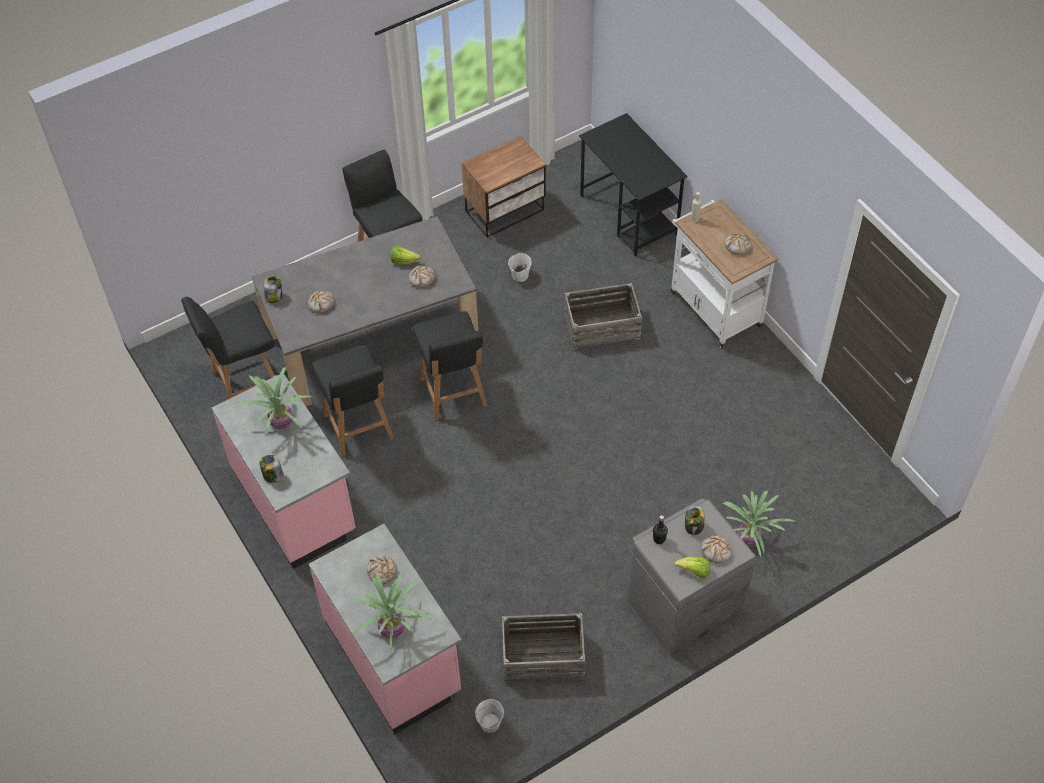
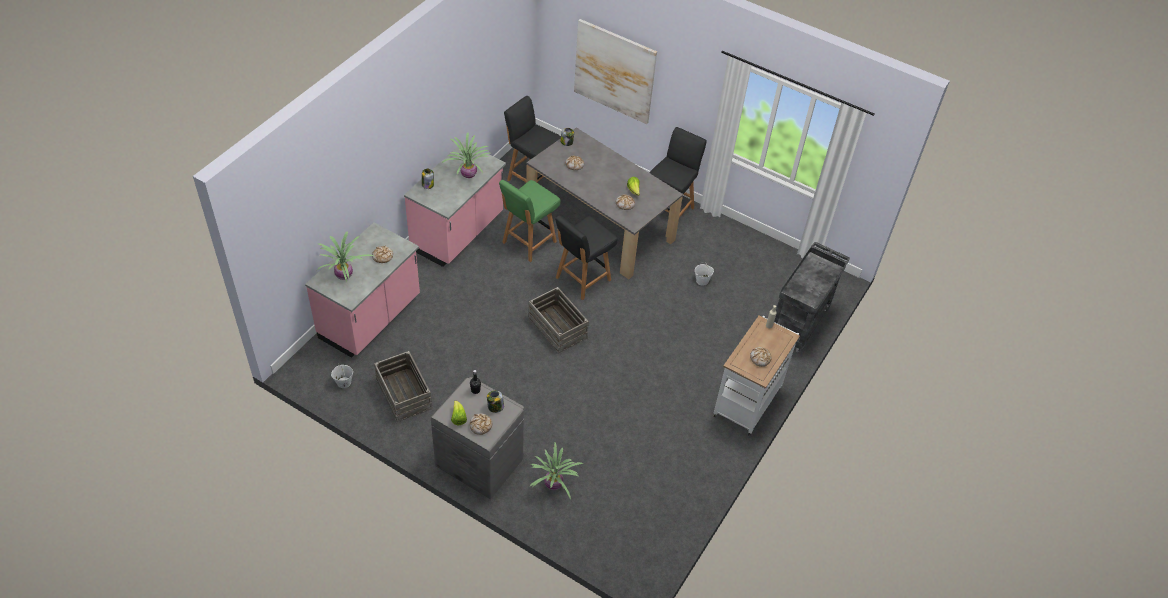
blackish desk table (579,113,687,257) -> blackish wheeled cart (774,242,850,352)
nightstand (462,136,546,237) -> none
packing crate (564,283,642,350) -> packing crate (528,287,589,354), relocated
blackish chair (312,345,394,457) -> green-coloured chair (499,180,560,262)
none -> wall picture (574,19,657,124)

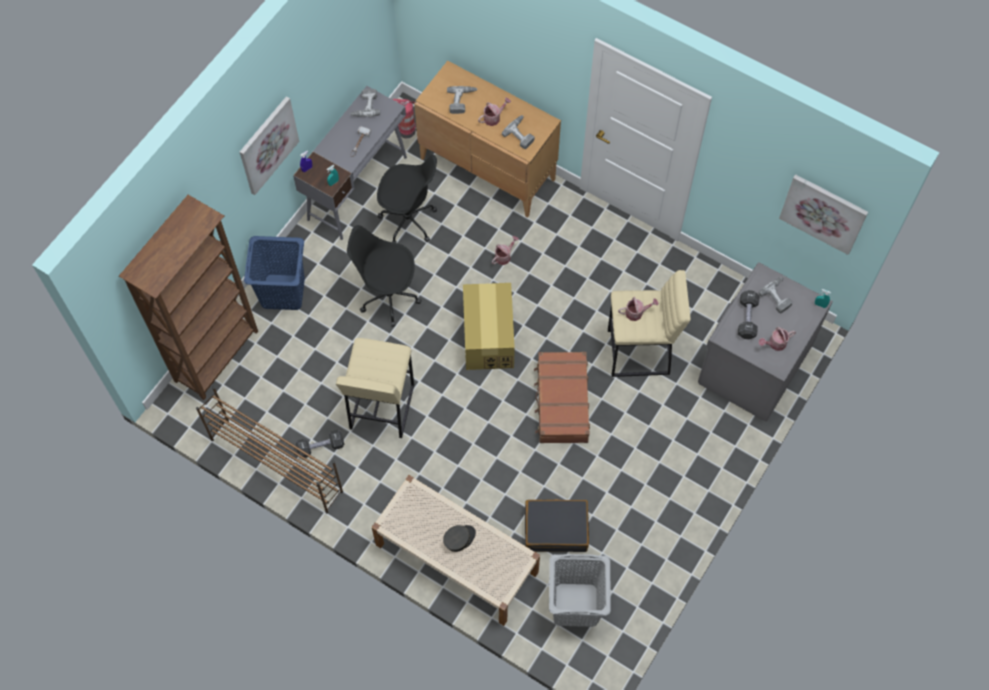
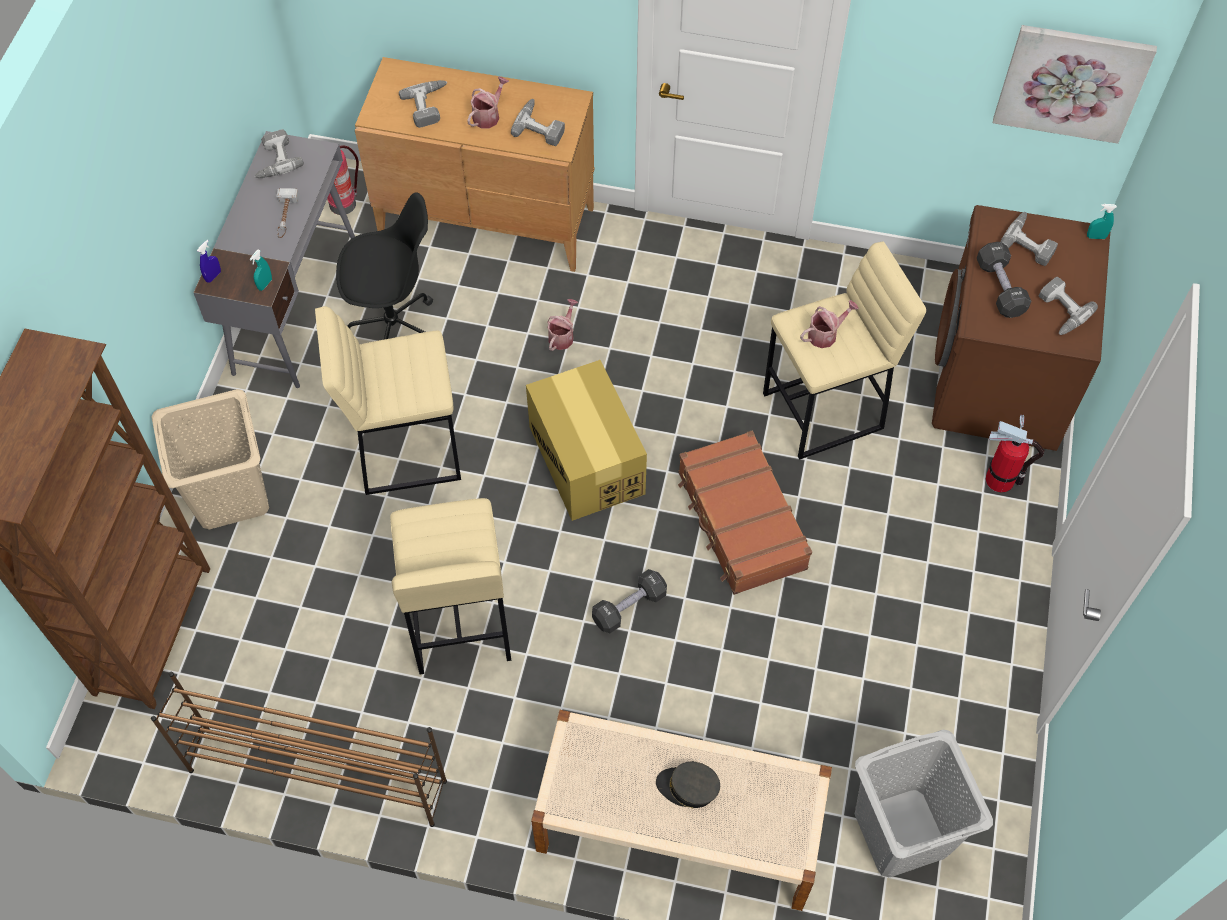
wall picture (240,96,299,195) -> none
blackish computer chair (347,225,422,327) -> sand-coloured stool seat (315,306,461,495)
blue-coloured hamper (244,236,305,310) -> sand-coloured hamper (152,389,269,530)
grey washing machine (698,262,833,422) -> brownish washing machine (932,205,1110,451)
watering pot (759,327,796,351) -> electric drill (1039,277,1098,335)
blackish dumbbell (296,430,344,458) -> blackish dumbbell (592,569,667,633), relocated
blackish suitcase (525,499,589,552) -> none
grey cap (443,525,476,552) -> grey cap (656,762,720,809), 105 degrees counterclockwise
none -> fire-fighting cylinder (986,415,1044,493)

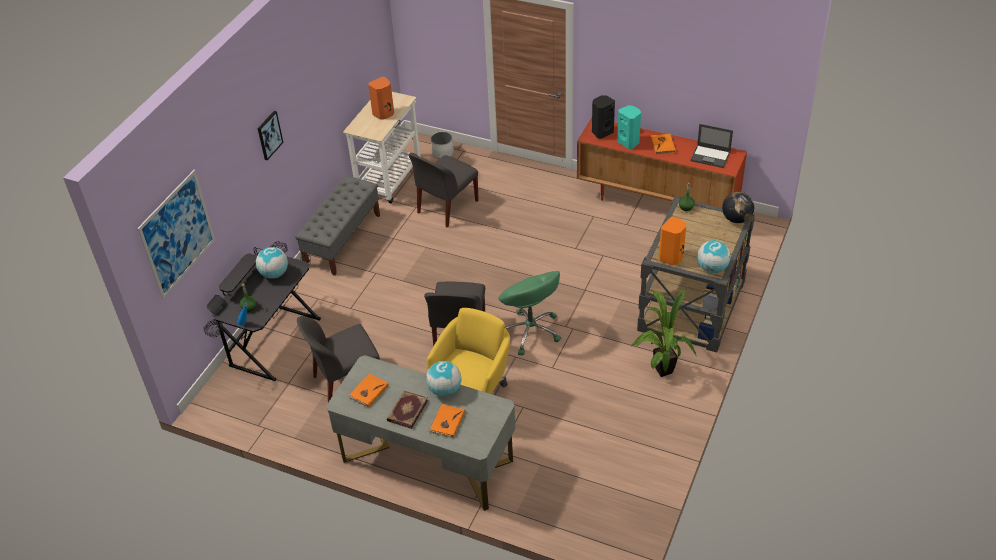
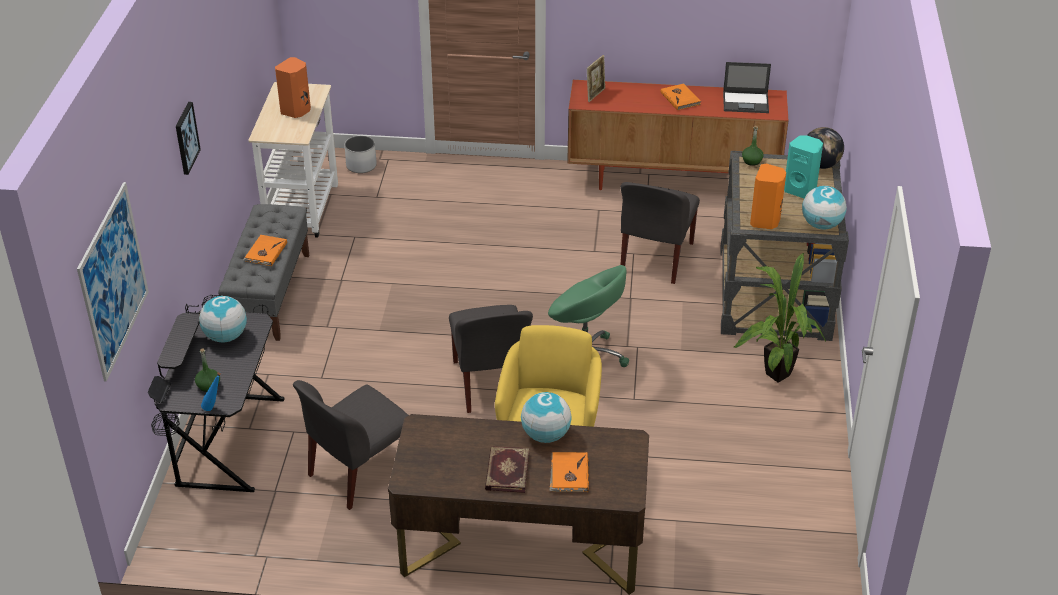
blackish audio speaker (592,95,615,139) -> photo frame (587,55,605,102)
turquoise audio speaker (617,105,641,149) -> turquoise audio speaker (784,135,823,198), relocated
grey chair (409,153,479,228) -> grey chair (620,182,700,284), relocated
grey desk table (326,355,515,511) -> brownish desk table (388,414,649,595)
orange-coloured volume (348,373,389,407) -> orange-coloured volume (243,235,287,266), relocated

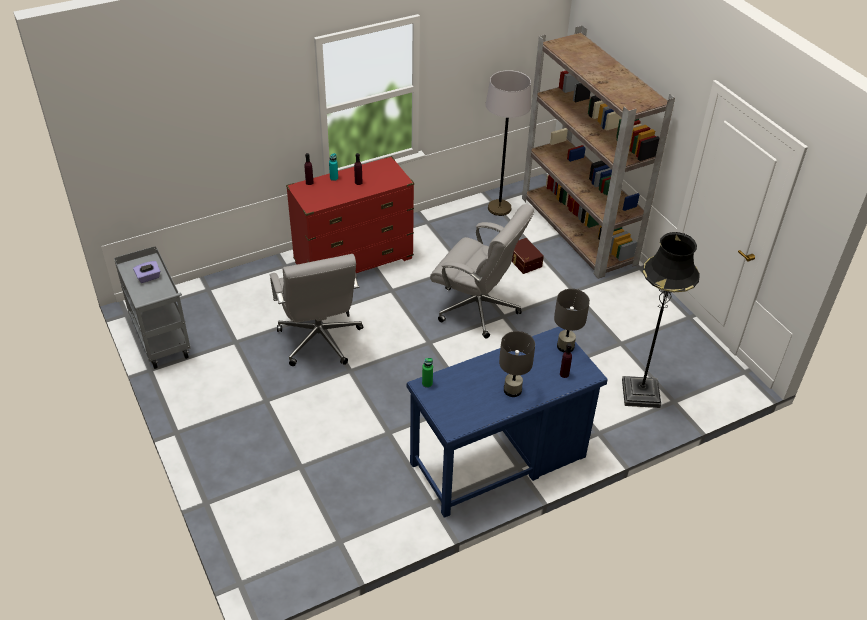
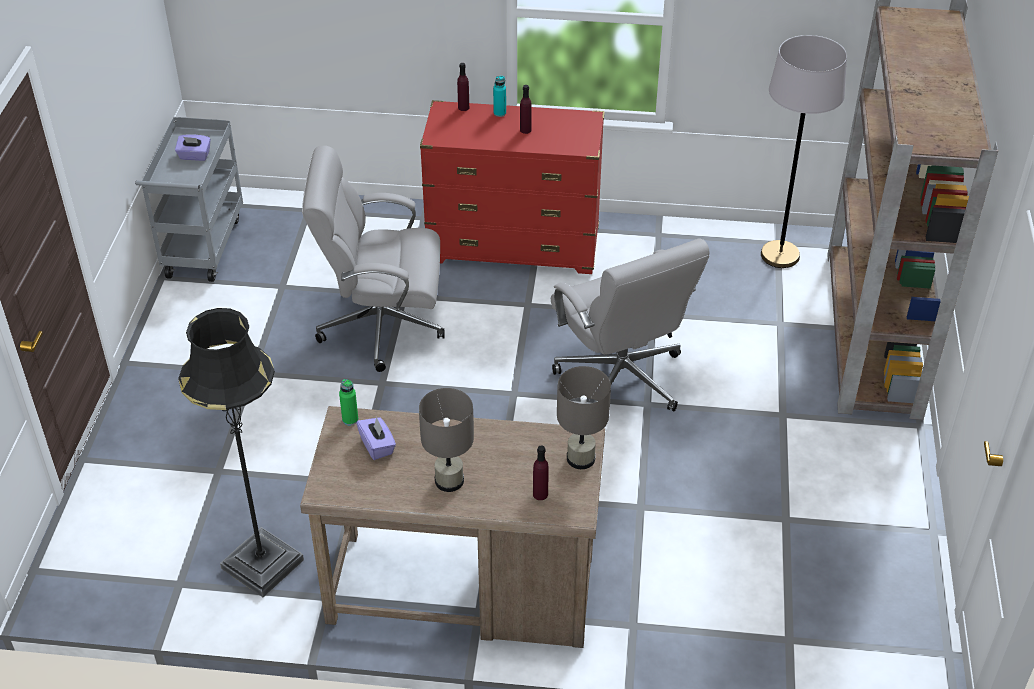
blackish standard lamp (622,232,700,408) -> blackish standard lamp (178,308,304,597), relocated
brownish storage bin (512,238,544,274) -> none
grey computer chair (269,254,363,366) -> grey computer chair (302,145,445,372), 75 degrees clockwise
blue-coloured desk table (407,327,608,518) -> brownish desk table (300,406,605,648)
none -> purple-coloured tissue box (356,417,396,460)

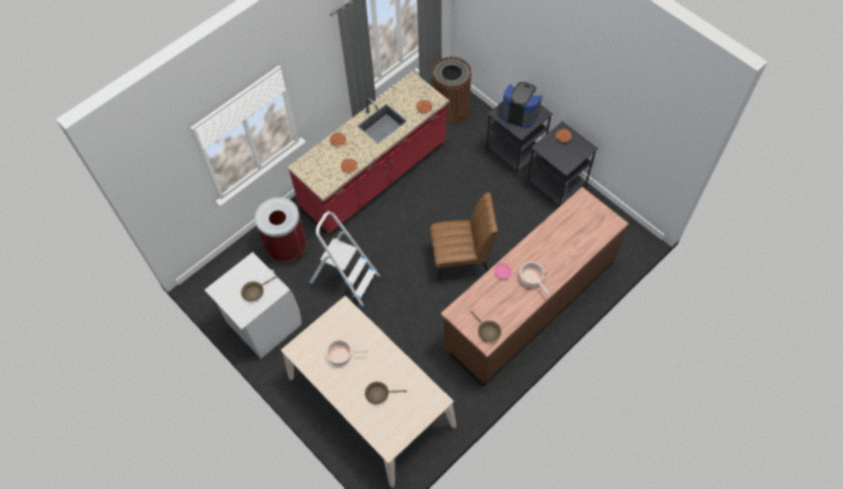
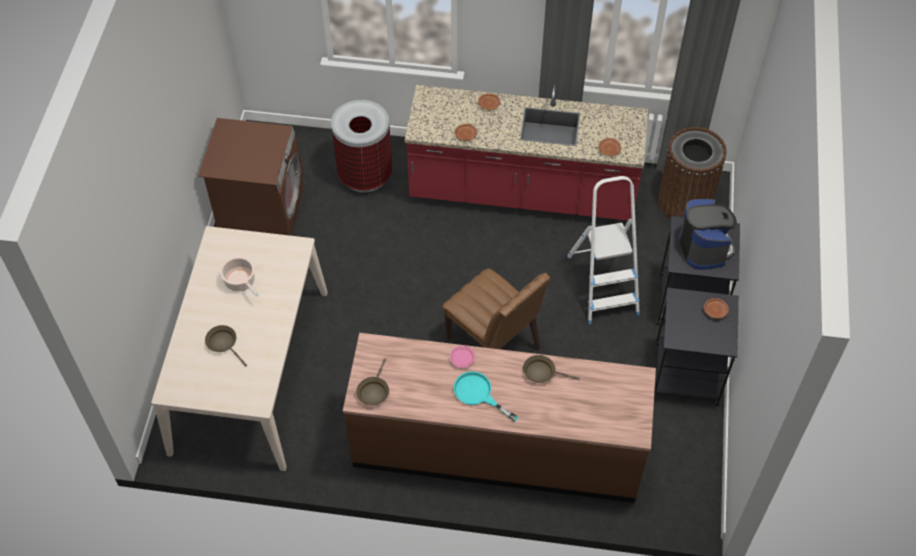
whitish step ladder (309,212,381,307) -> whitish step ladder (567,176,640,324), relocated
whitish washing machine (205,252,302,359) -> brownish washing machine (198,118,303,236)
stockpot (520,262,550,295) -> turquoise skillet (453,371,519,422)
brownish skillet (241,276,276,302) -> brownish skillet (523,355,580,383), relocated

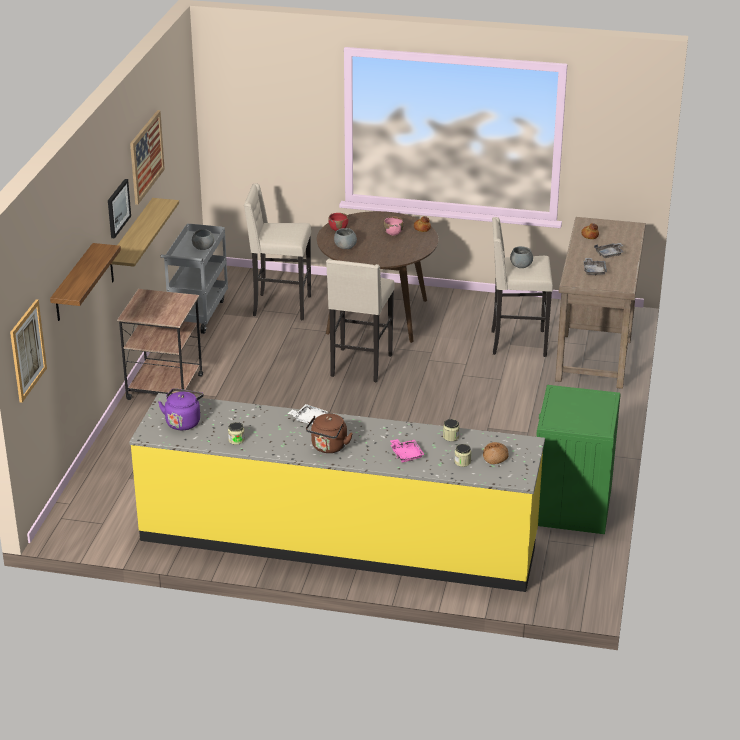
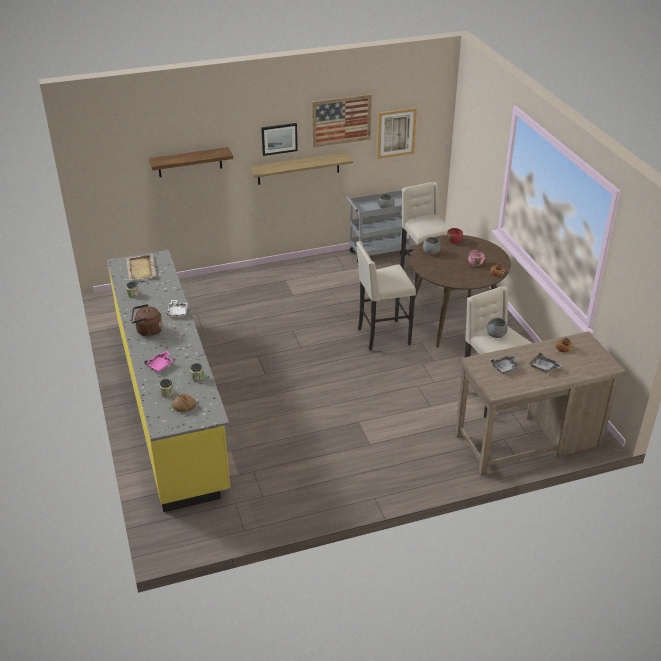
brownish wheeled cart (117,289,203,400) -> none
wall picture (10,300,47,403) -> wall picture (377,108,417,159), relocated
green-coloured washing machine (536,385,621,534) -> none
purple-coloured water kettle (158,388,204,430) -> sand-coloured serving tray (126,254,156,280)

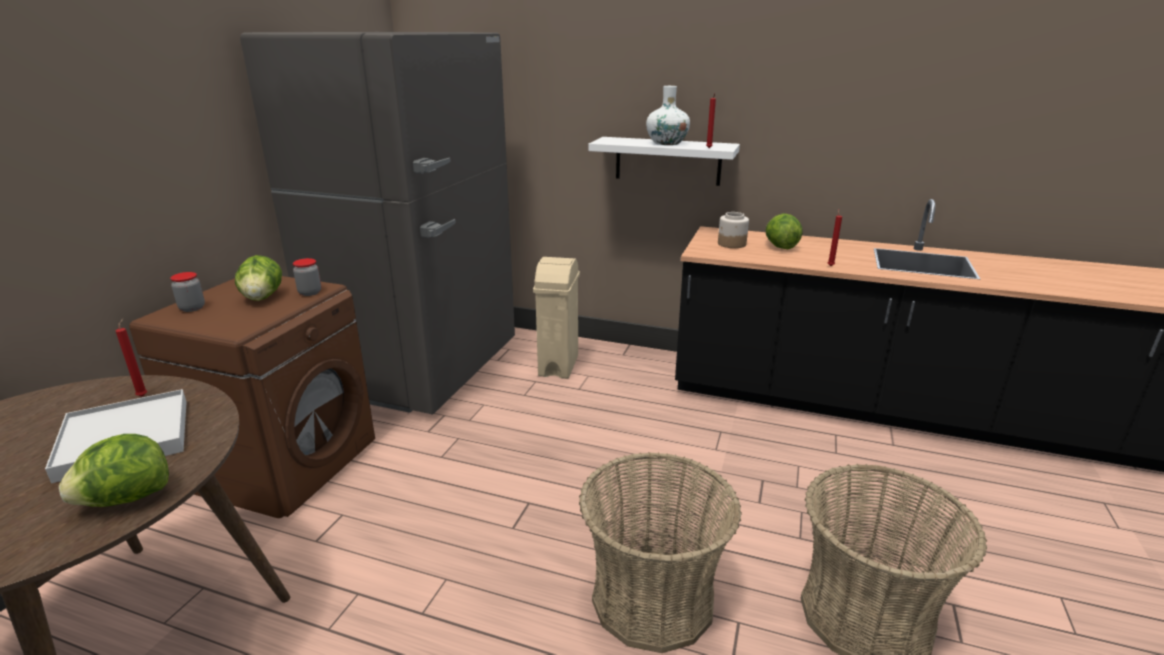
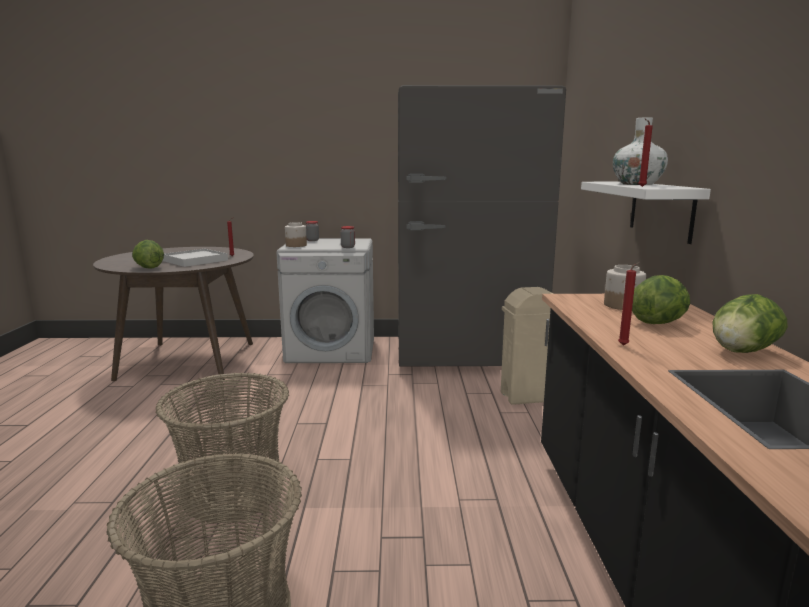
head of lettuce (235,255,282,301) -> head of lettuce (712,294,788,353), relocated
brownish washing machine (129,276,375,518) -> whitish washing machine (276,239,374,363)
none -> jar (285,222,307,247)

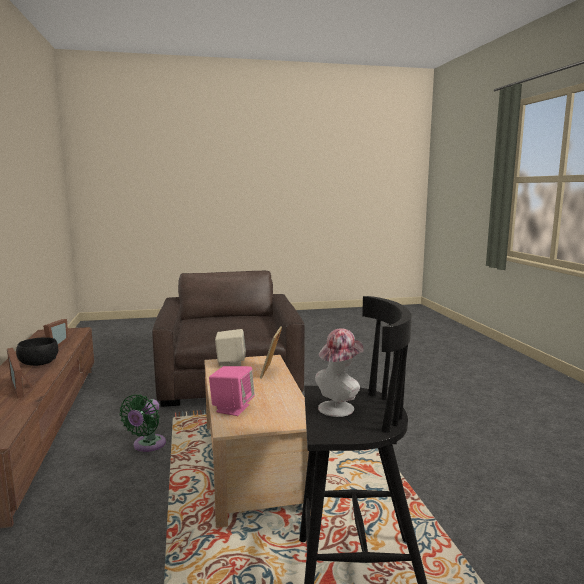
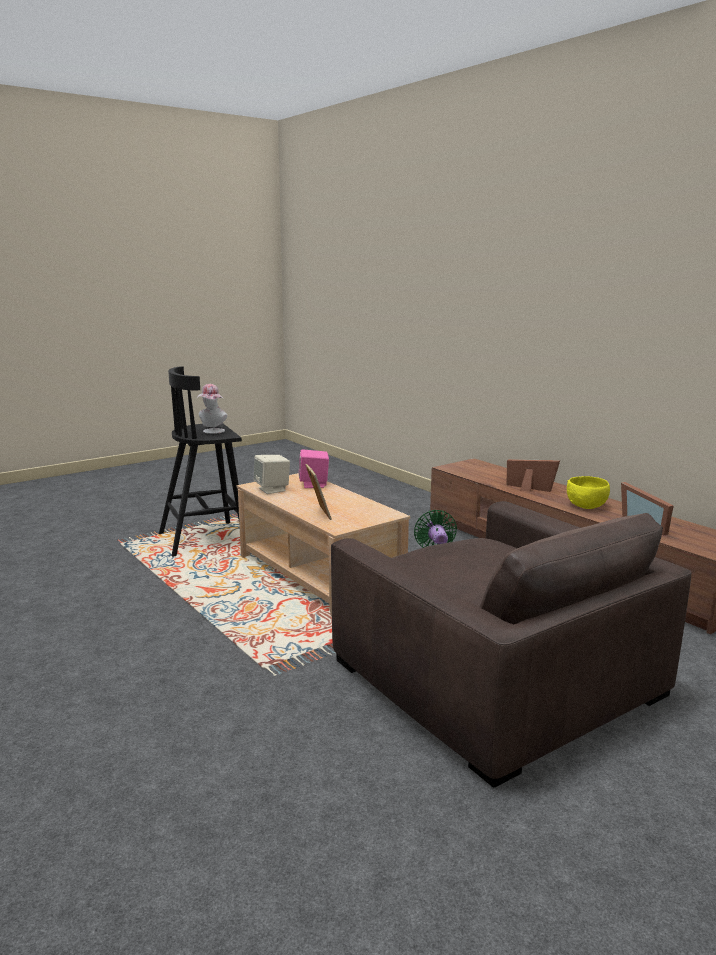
sand-coloured audio speaker (215,329,246,367) -> sand-coloured audio speaker (254,455,290,494), relocated
blackish bowl (16,337,59,366) -> yellowish bowl (567,476,610,509)

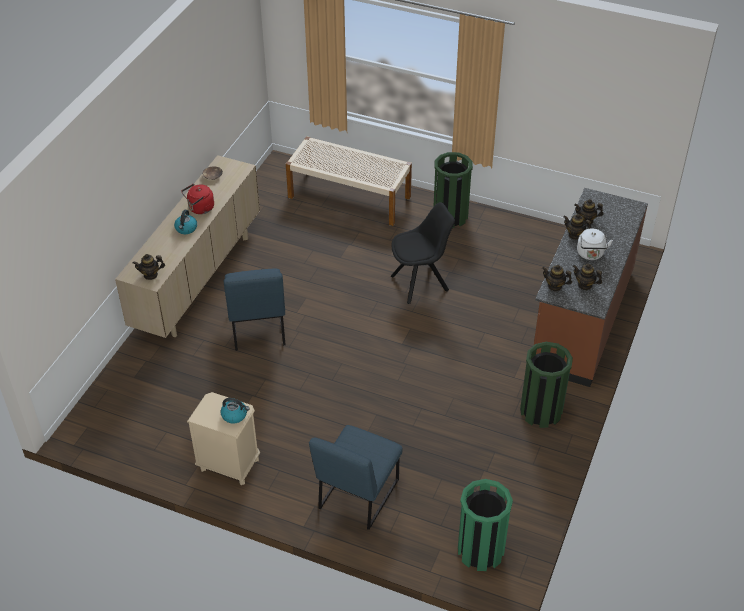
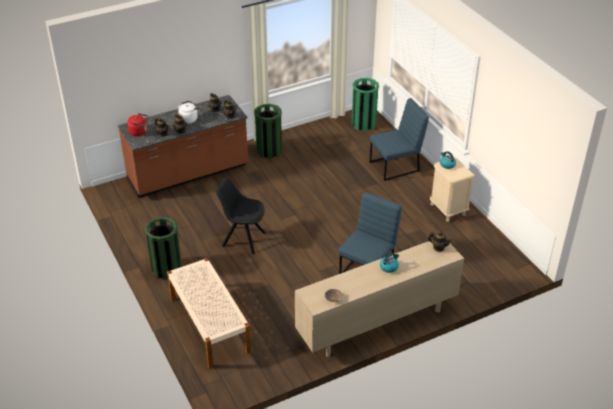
red-coloured water kettle (181,184,214,214) -> red-coloured water kettle (127,113,149,136), relocated

